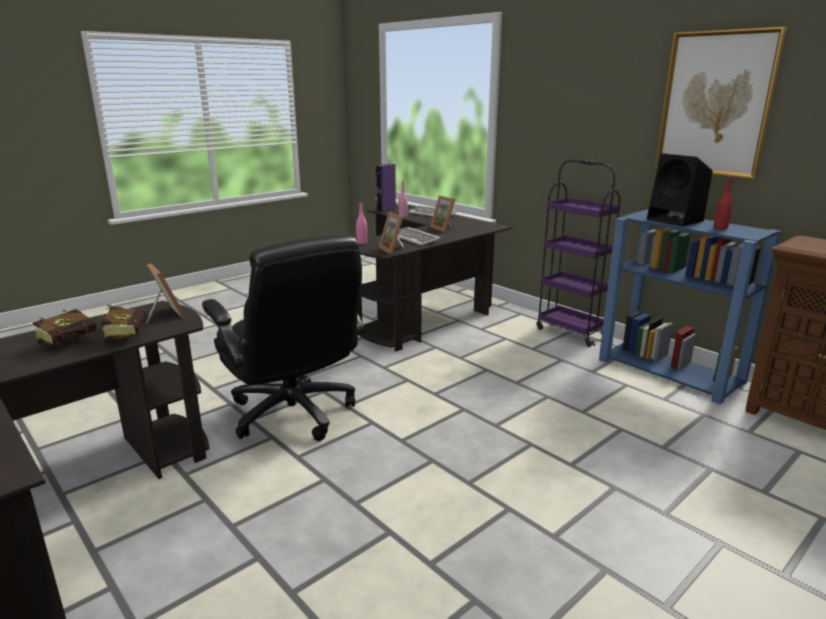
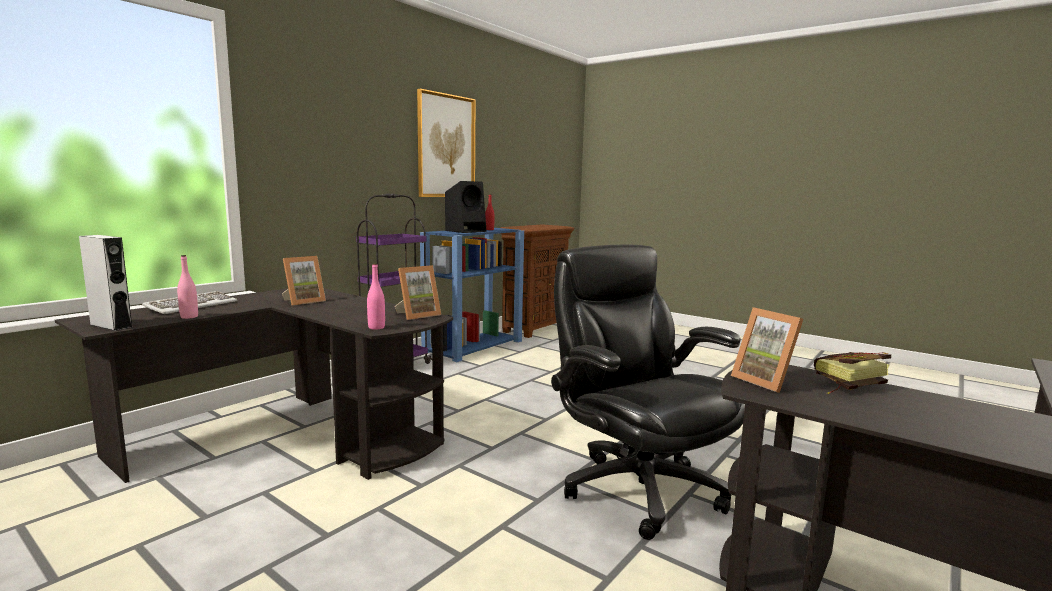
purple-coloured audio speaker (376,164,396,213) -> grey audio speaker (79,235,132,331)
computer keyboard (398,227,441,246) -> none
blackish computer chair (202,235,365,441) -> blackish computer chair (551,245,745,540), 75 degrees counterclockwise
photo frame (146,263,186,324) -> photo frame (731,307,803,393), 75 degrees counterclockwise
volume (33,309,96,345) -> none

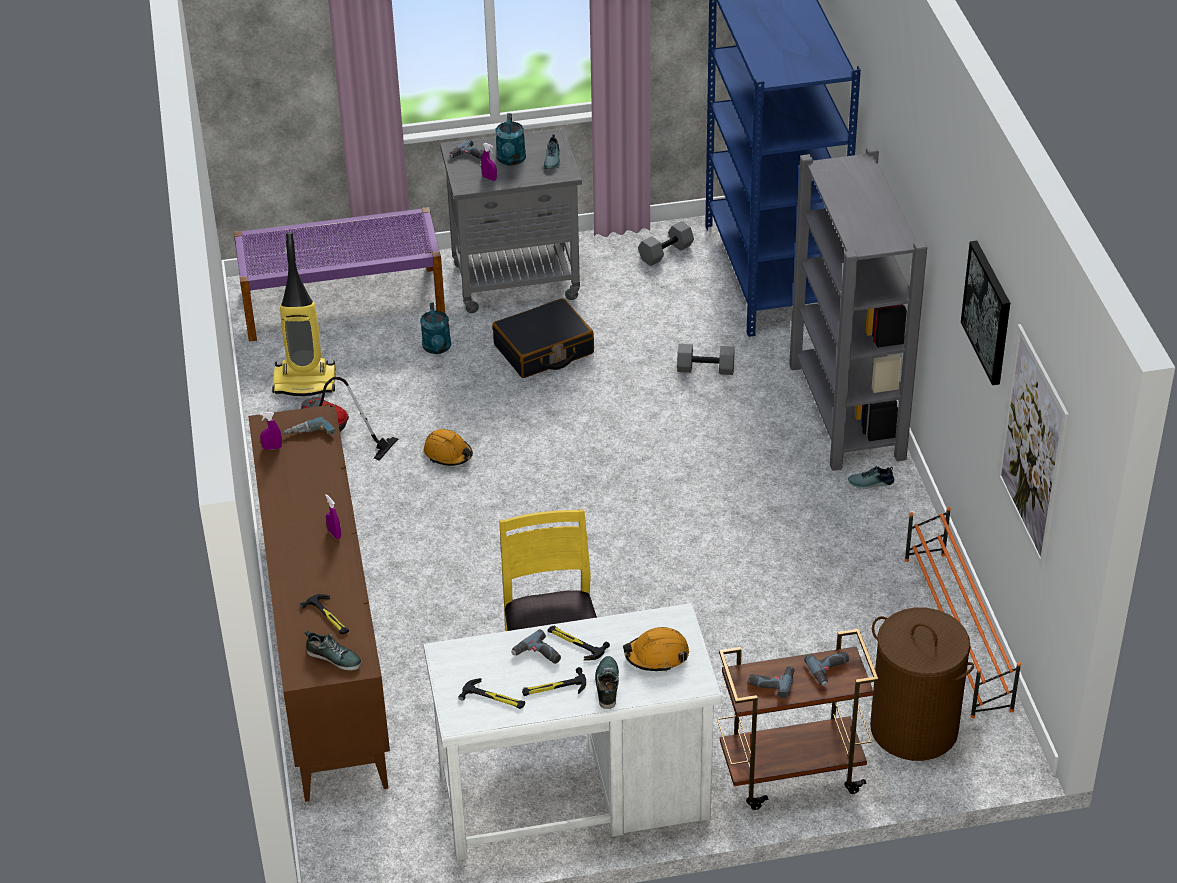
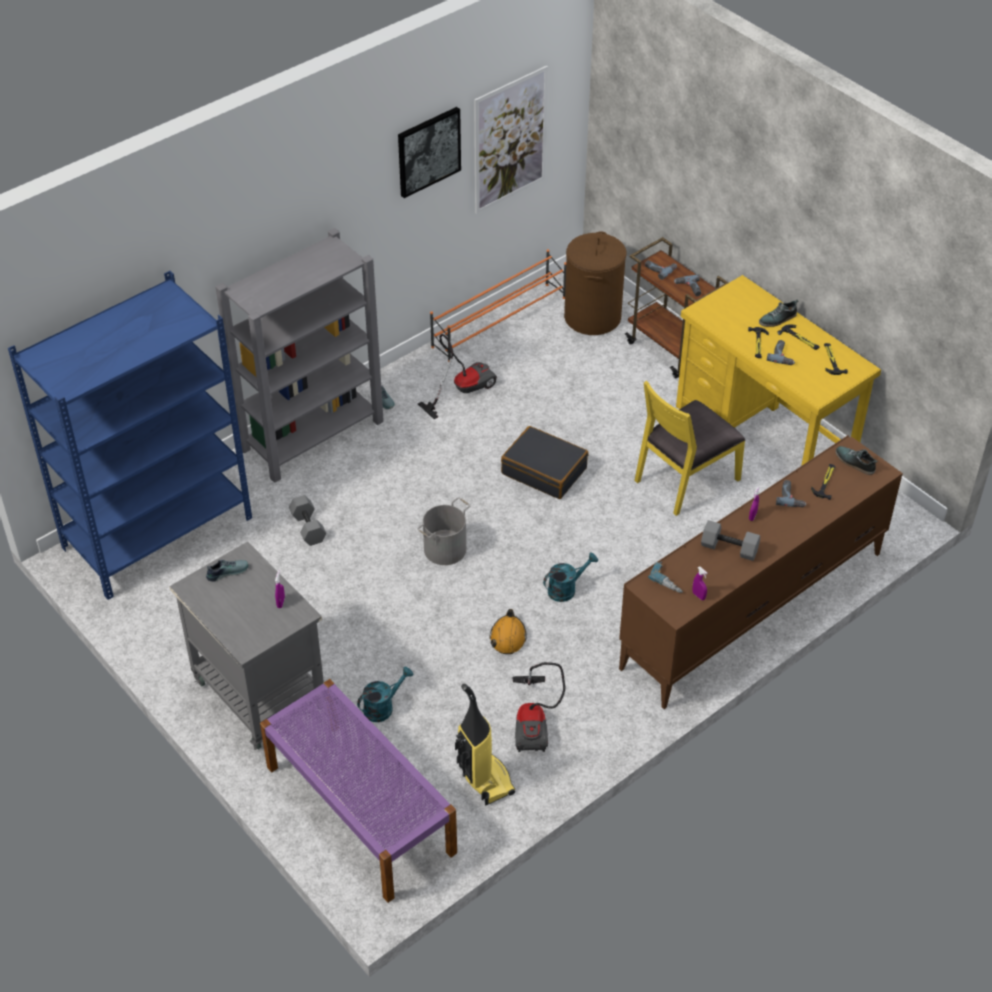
turquoise watering pot (495,113,526,165) -> turquoise watering pot (543,553,598,602), relocated
electric drill (449,139,484,159) -> electric drill (776,480,806,507), relocated
grey dumbbell (638,221,694,266) -> grey dumbbell (701,520,760,561), relocated
blackish suitcase (492,298,594,378) -> blackish suitcase (501,426,589,499), relocated
whitish desk table (423,603,721,861) -> yellowish desk table (676,275,881,466)
orange-coloured hard hat (623,627,689,672) -> none
item of footwear (304,630,362,671) -> item of footwear (836,446,878,475), 45 degrees counterclockwise
none -> vacuum (418,334,497,420)
none -> grey bucket (418,497,470,565)

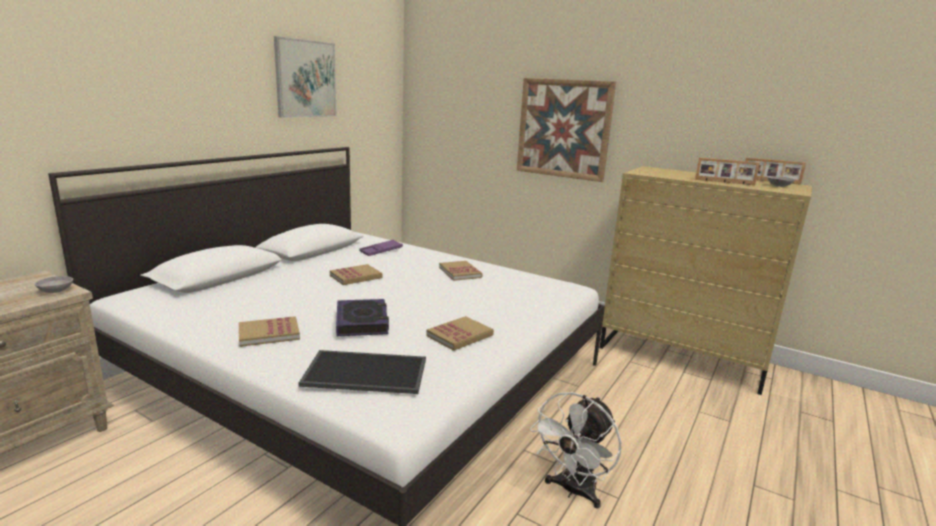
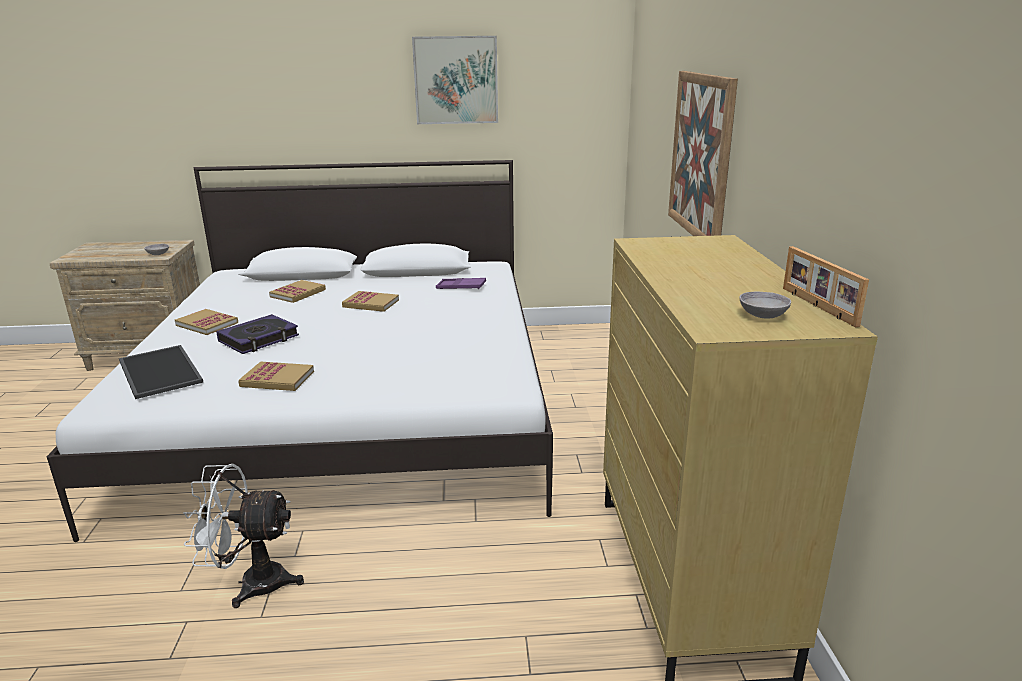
photo frame (695,158,760,185) -> none
volume (439,261,483,281) -> volume (269,280,326,303), relocated

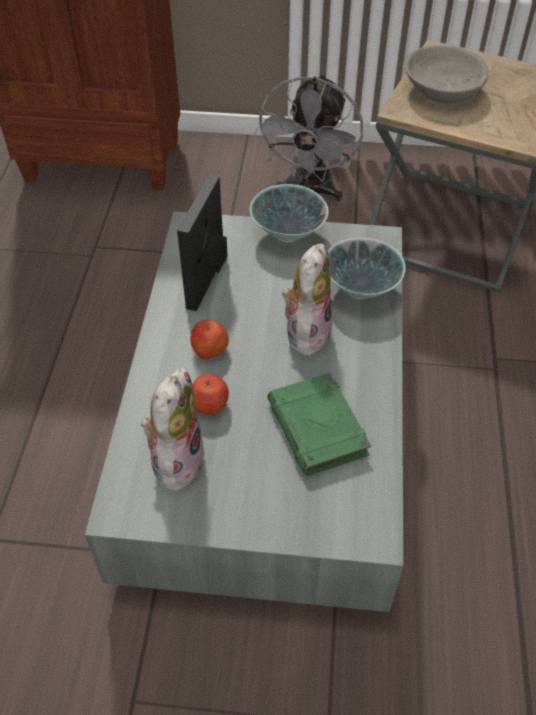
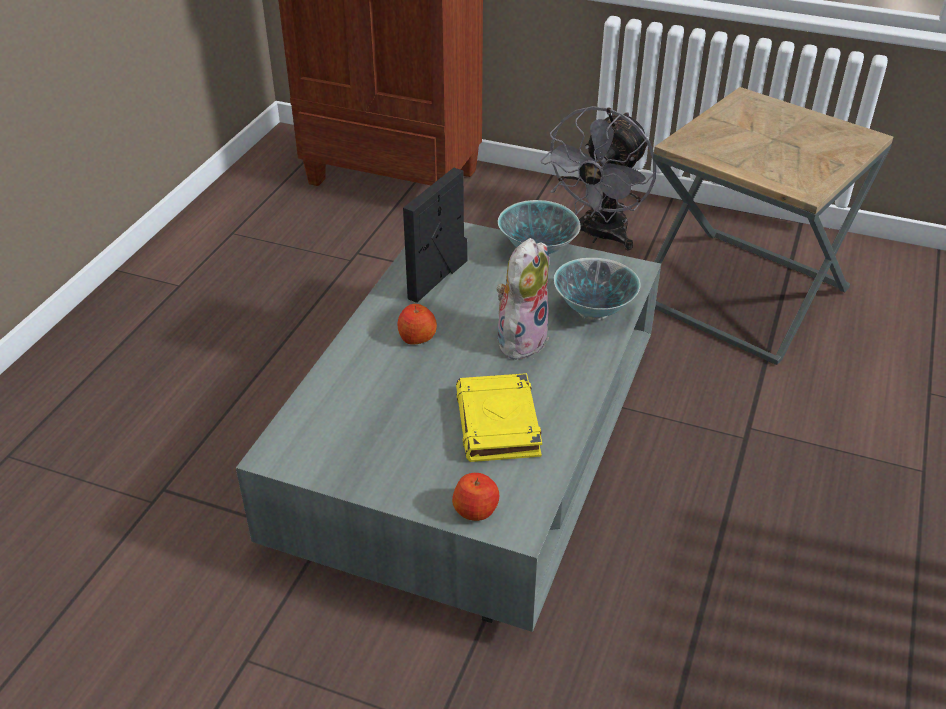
grey bowl (404,45,488,104) -> none
cuddly toy (141,367,205,496) -> none
green-coloured volume (267,372,371,476) -> yellowish volume (456,373,542,462)
whole apple (192,374,229,415) -> whole apple (452,473,499,521), relocated

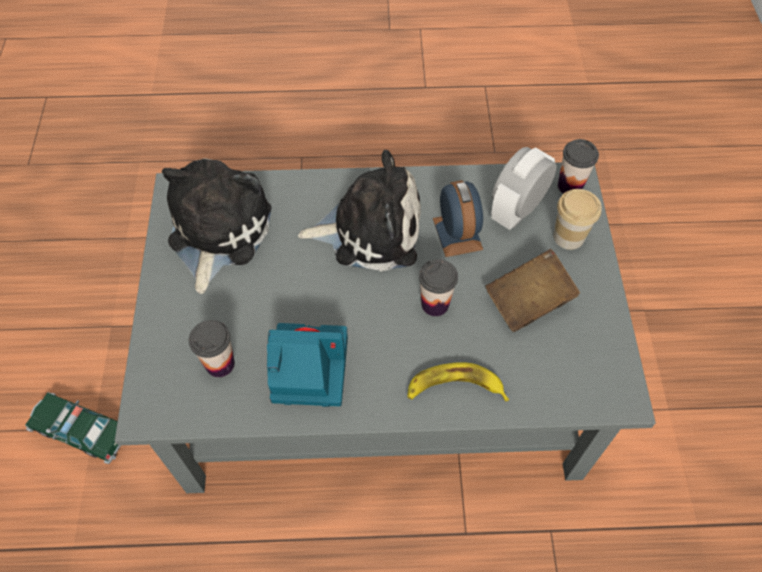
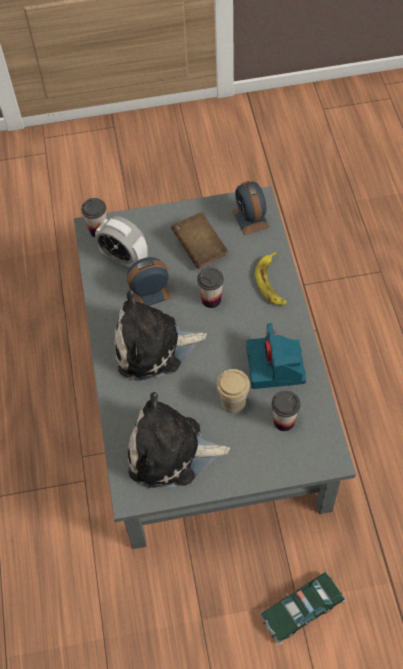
cuddly toy (298,150,421,271) -> cuddly toy (114,290,207,381), 90 degrees counterclockwise
small cup (553,189,602,250) -> small cup (216,369,250,413), relocated
model car (25,392,121,464) -> model car (260,572,346,645), 45 degrees clockwise
none -> table clock (232,181,269,235)

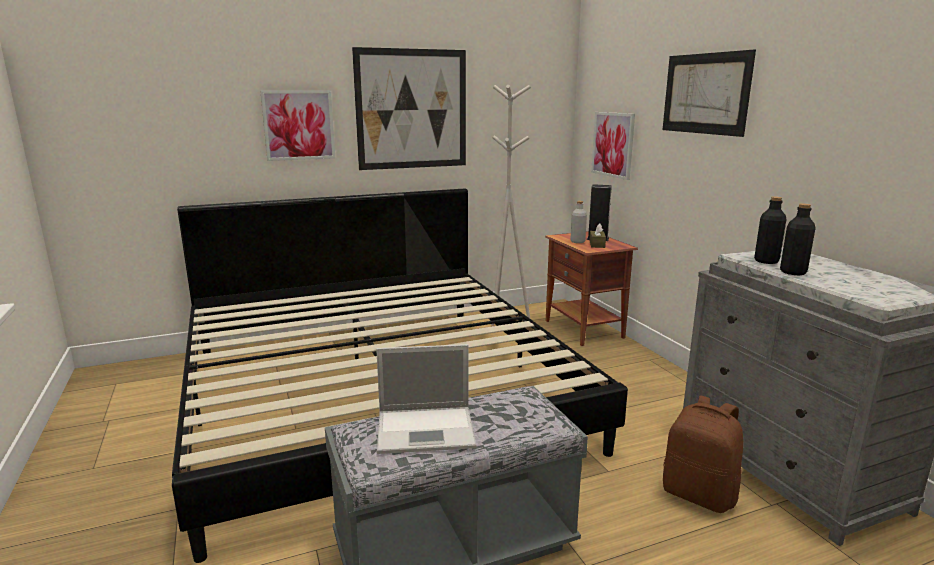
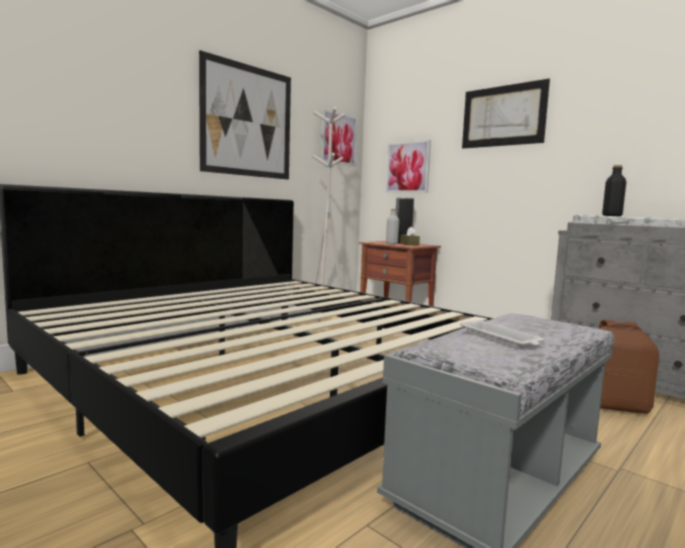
wall picture (260,90,335,161) -> wall picture (320,109,358,166), relocated
blackish bottle (780,203,815,275) -> none
notebook computer (376,344,476,454) -> whitish serving tray (460,320,545,349)

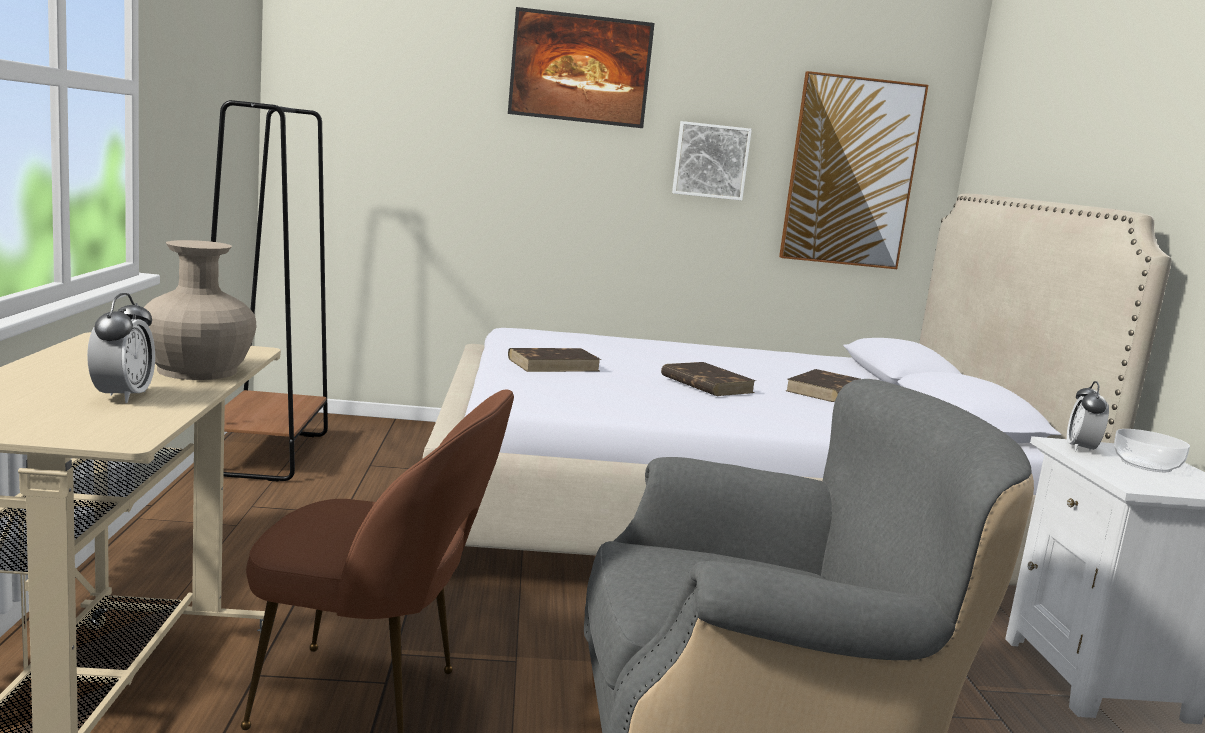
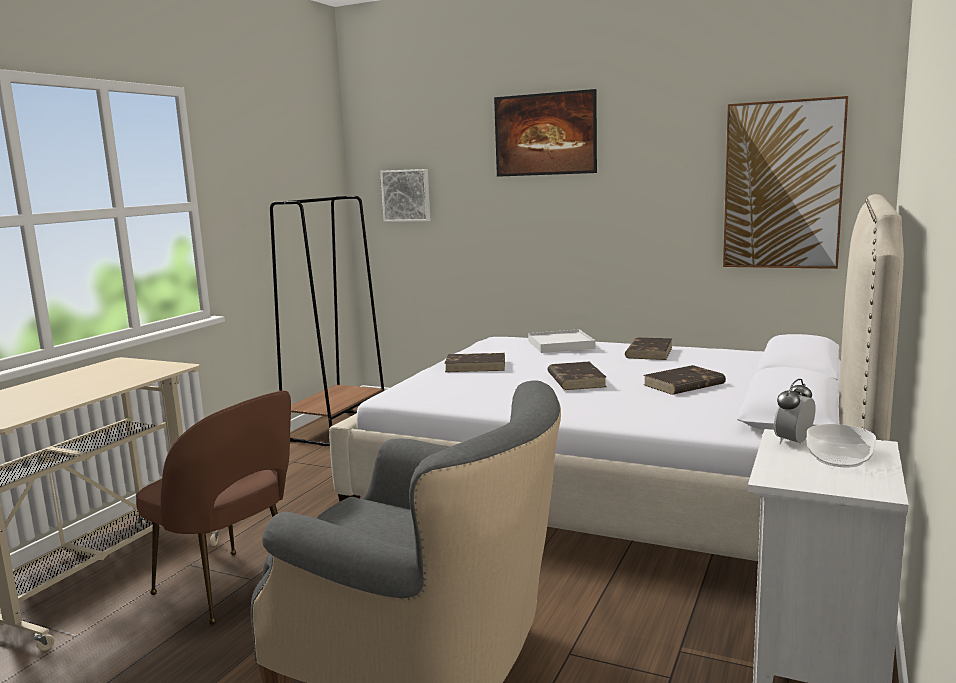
wall picture (672,121,752,201) -> wall picture (380,169,431,222), relocated
sand-coloured flower vase (144,240,257,380) -> none
table clock (87,293,155,403) -> none
none -> whitish serving tray (528,329,596,353)
none -> brownish volume (625,337,673,360)

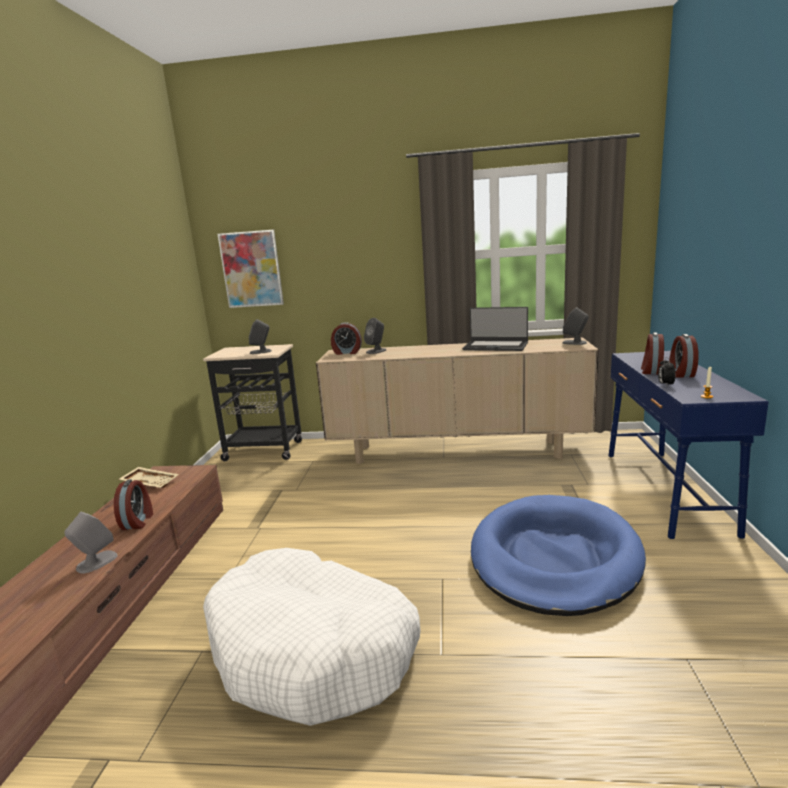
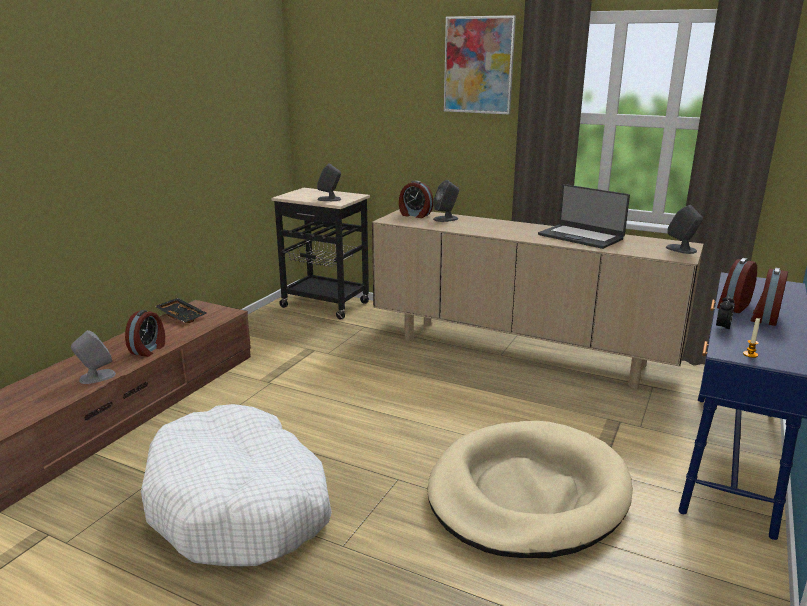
wall picture (217,230,284,308) -> wall picture (444,15,516,115), relocated
sand-coloured serving tray (119,467,179,488) -> blackish serving tray (155,298,207,323)
blue-coloured dog bed (471,495,646,616) -> sand-coloured dog bed (427,421,633,558)

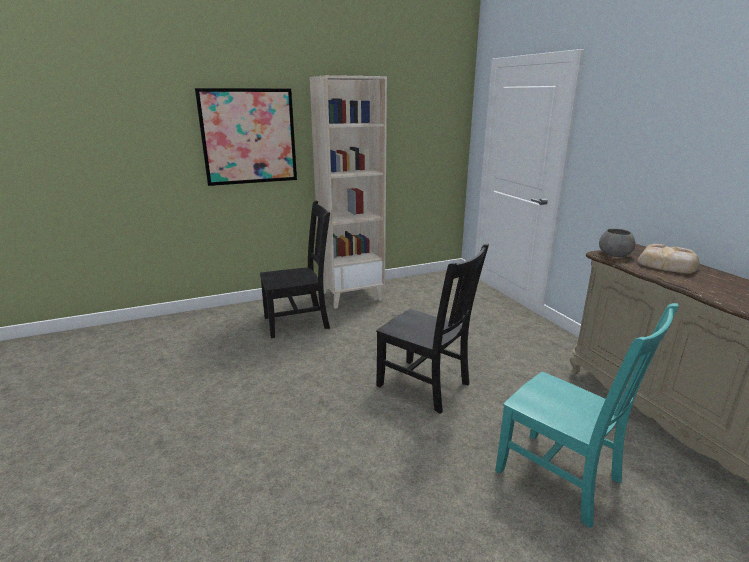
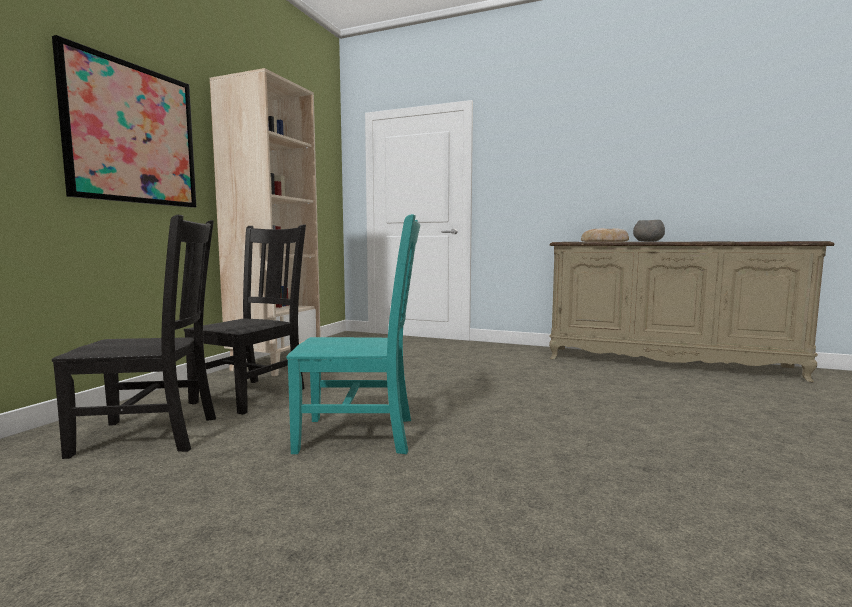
grey bowl (599,229,635,257) -> grey bowl (633,220,665,242), relocated
blackish chair (376,244,489,414) -> blackish chair (52,215,216,459), relocated
turquoise chair (495,303,679,528) -> turquoise chair (287,214,420,454), relocated

